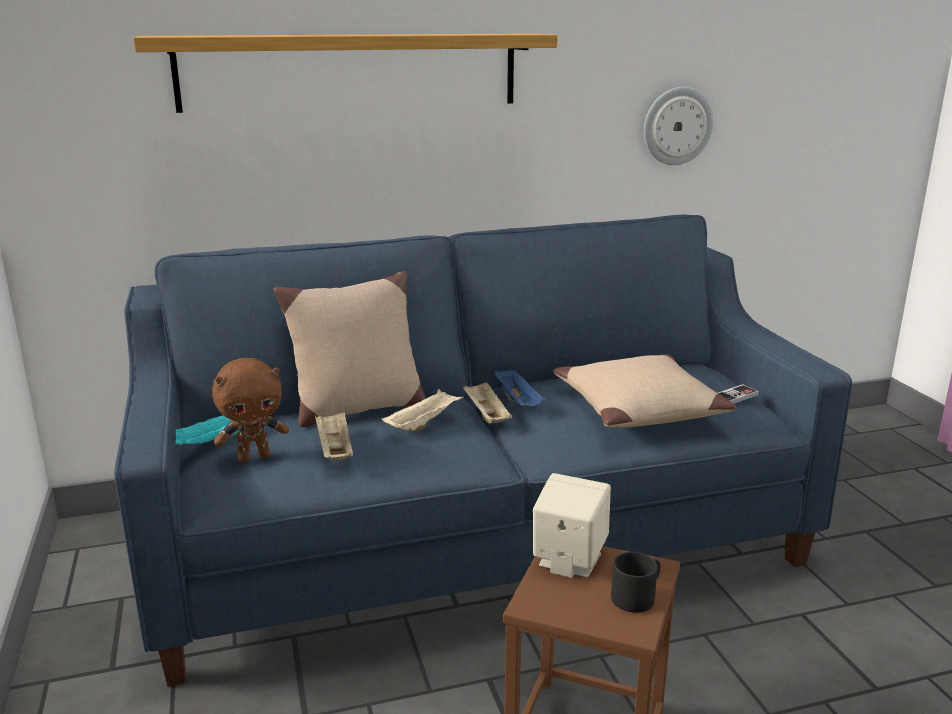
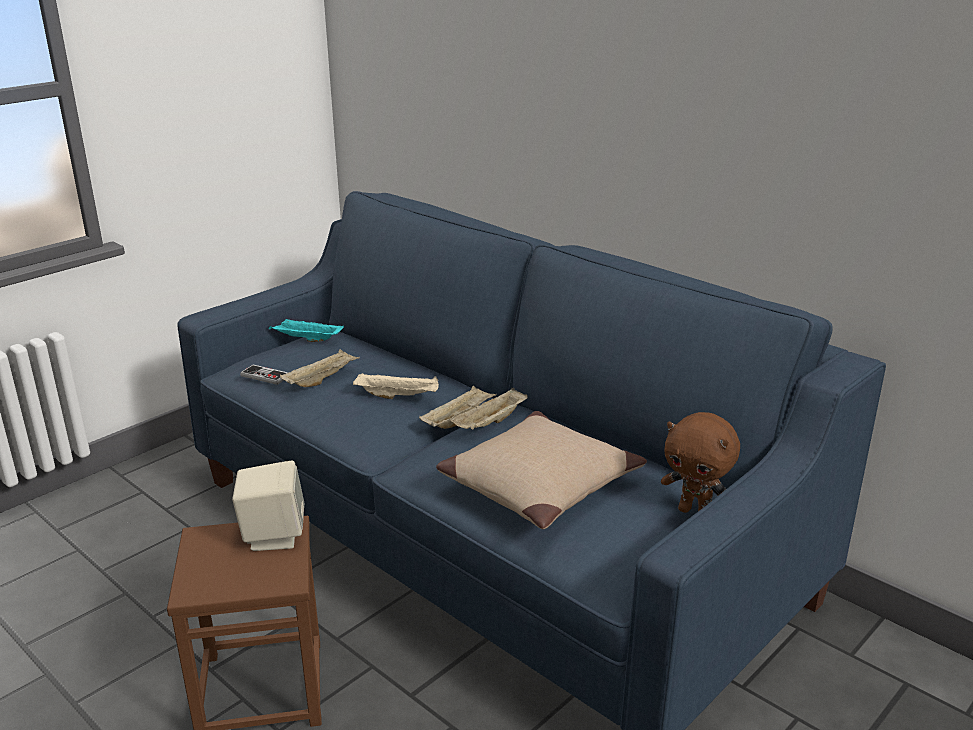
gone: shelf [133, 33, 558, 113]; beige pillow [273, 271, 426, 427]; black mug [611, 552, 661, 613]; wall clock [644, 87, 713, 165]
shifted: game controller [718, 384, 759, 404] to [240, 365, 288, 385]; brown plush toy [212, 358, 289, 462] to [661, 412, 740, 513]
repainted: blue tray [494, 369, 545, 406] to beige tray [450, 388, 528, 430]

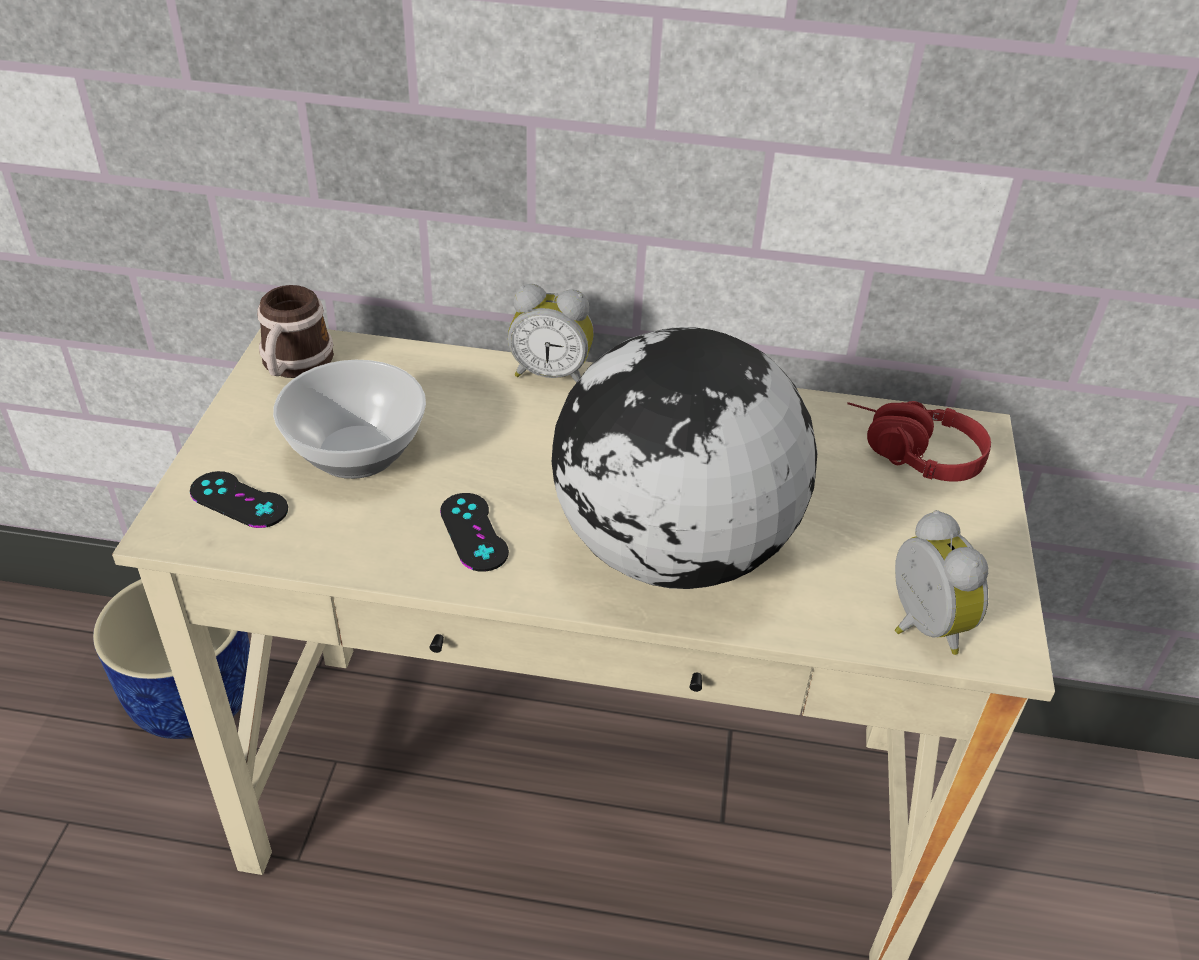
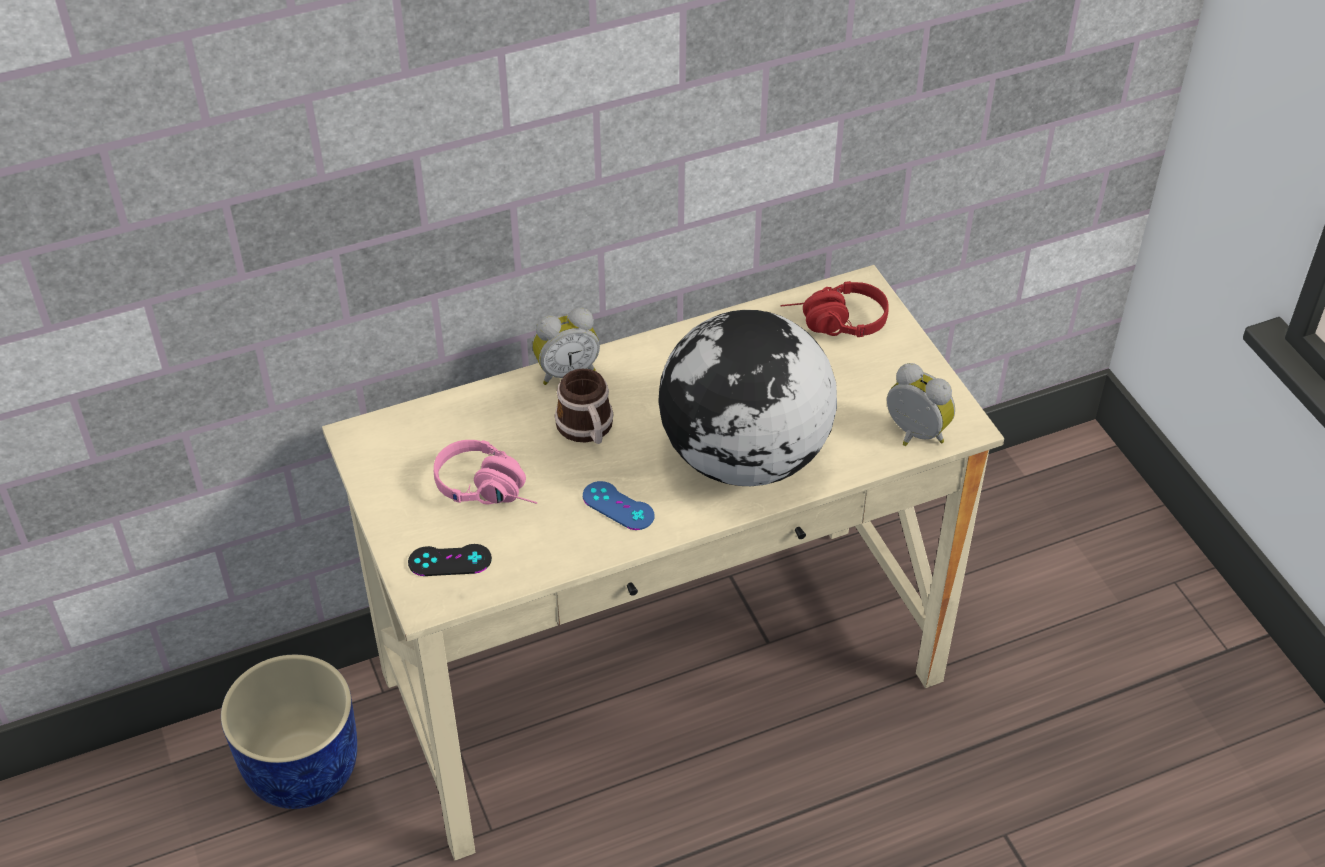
shifted: mug [257, 285, 334, 378] to [554, 369, 614, 444]
swapped: bowl [273, 360, 426, 479] to pink headphones [434, 440, 537, 504]
repainted: black game controller [440, 493, 509, 572] to blue game controller [583, 481, 654, 530]

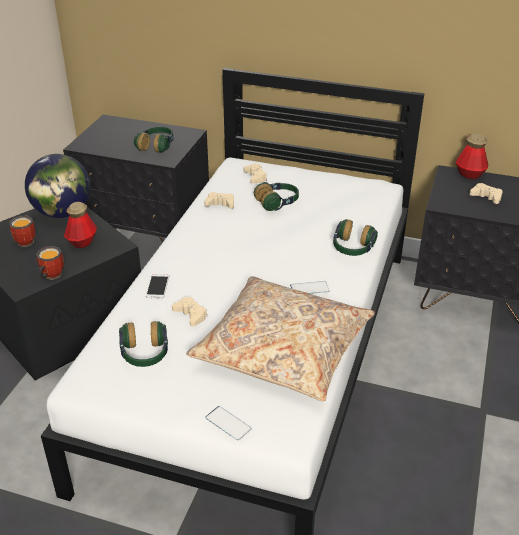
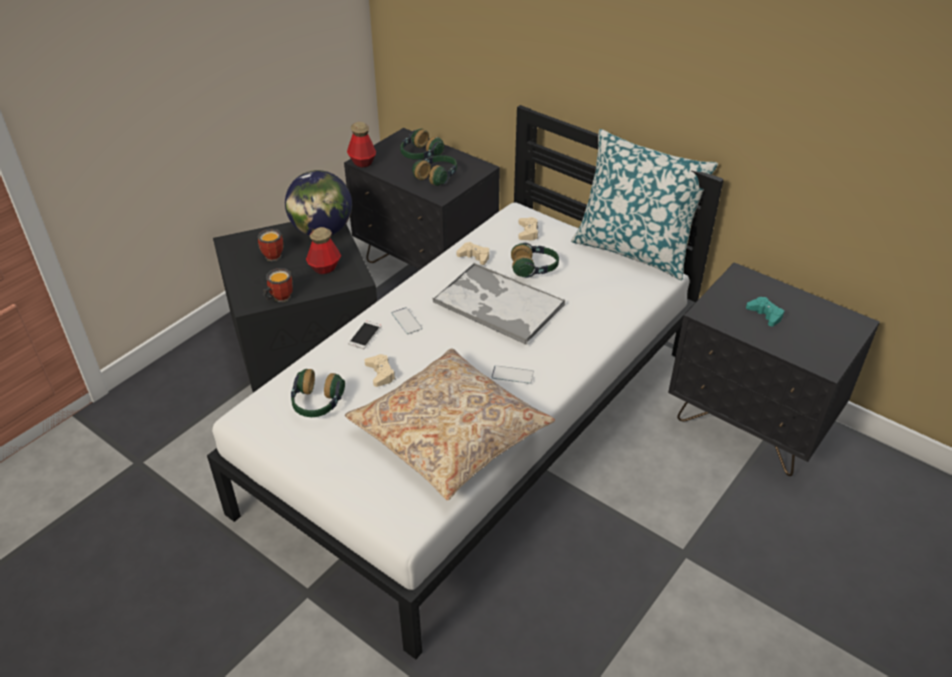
new: tray [433, 263, 565, 345]; pillow [571, 129, 718, 280]
shifted: bottle [456, 134, 488, 179] to [347, 122, 376, 167]; phone [205, 406, 252, 441] to [392, 307, 422, 334]; headphones [333, 219, 378, 256] to [400, 129, 444, 159]
repainted: beige game controller [470, 183, 503, 204] to turquoise game controller [746, 297, 784, 326]

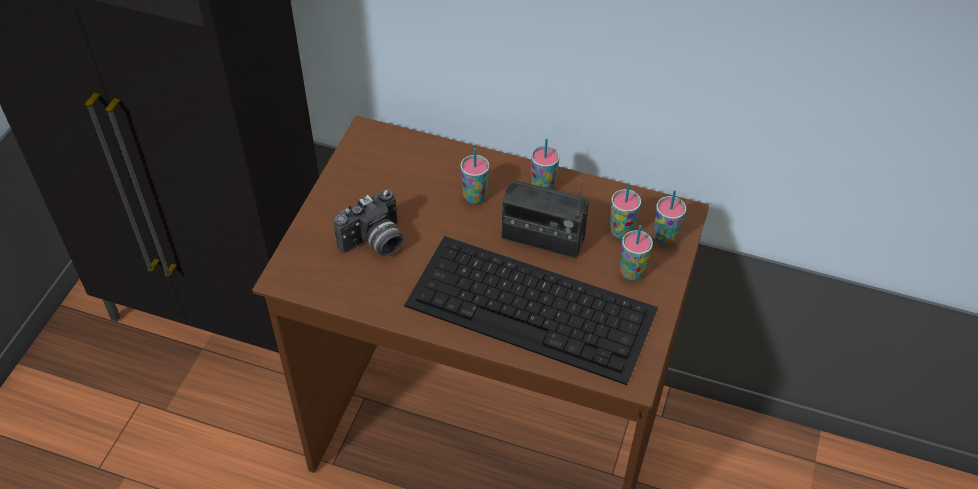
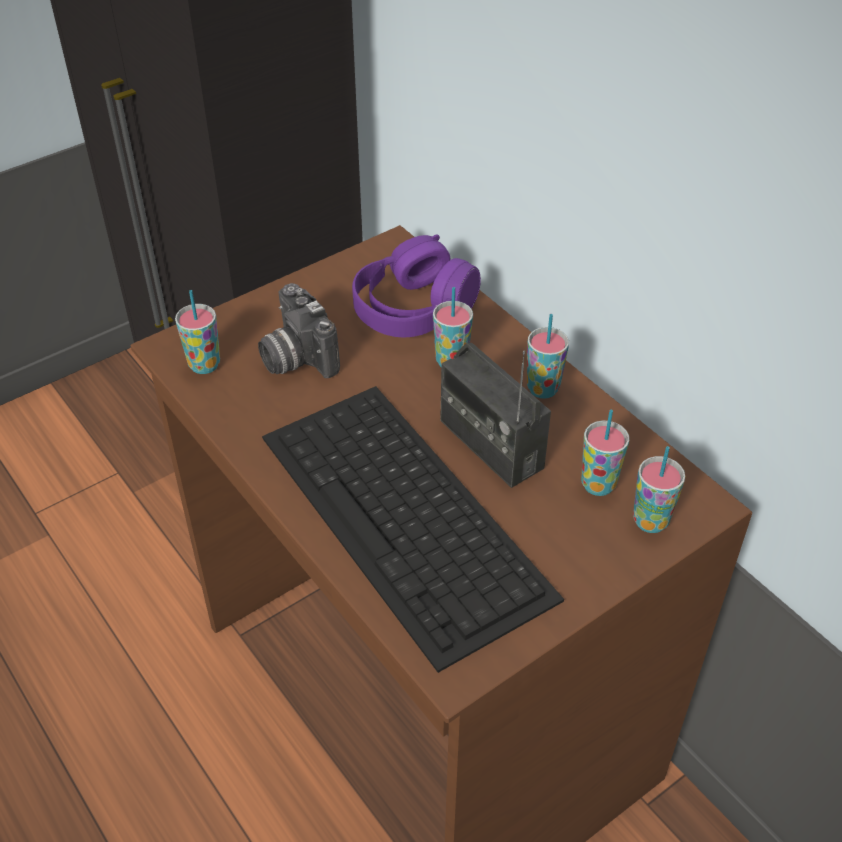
new: purple headphones [352, 235, 481, 337]
shifted: cup [620, 225, 653, 281] to [175, 290, 220, 374]
rotated: photo camera [333, 189, 403, 256] = [258, 283, 340, 378] 60 degrees clockwise

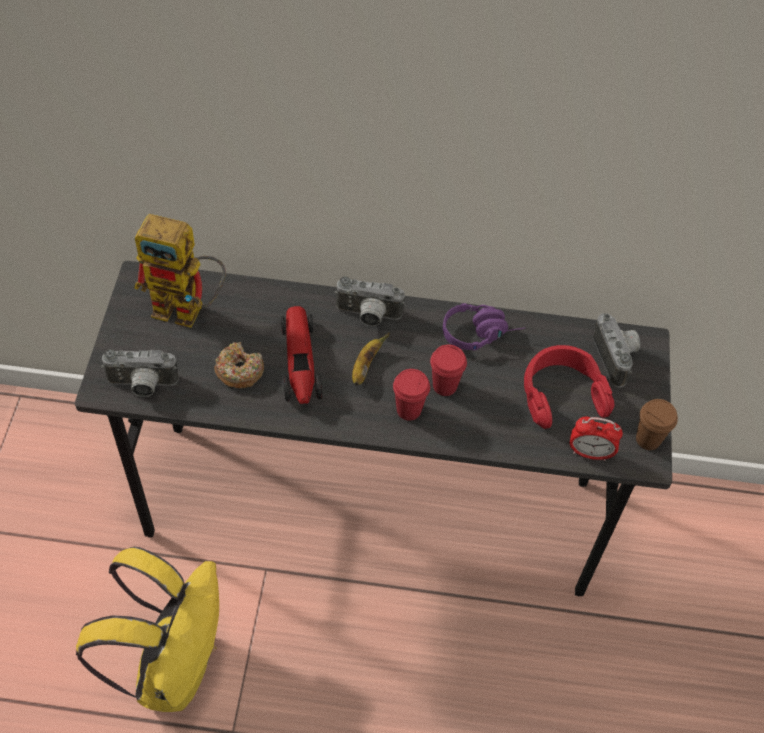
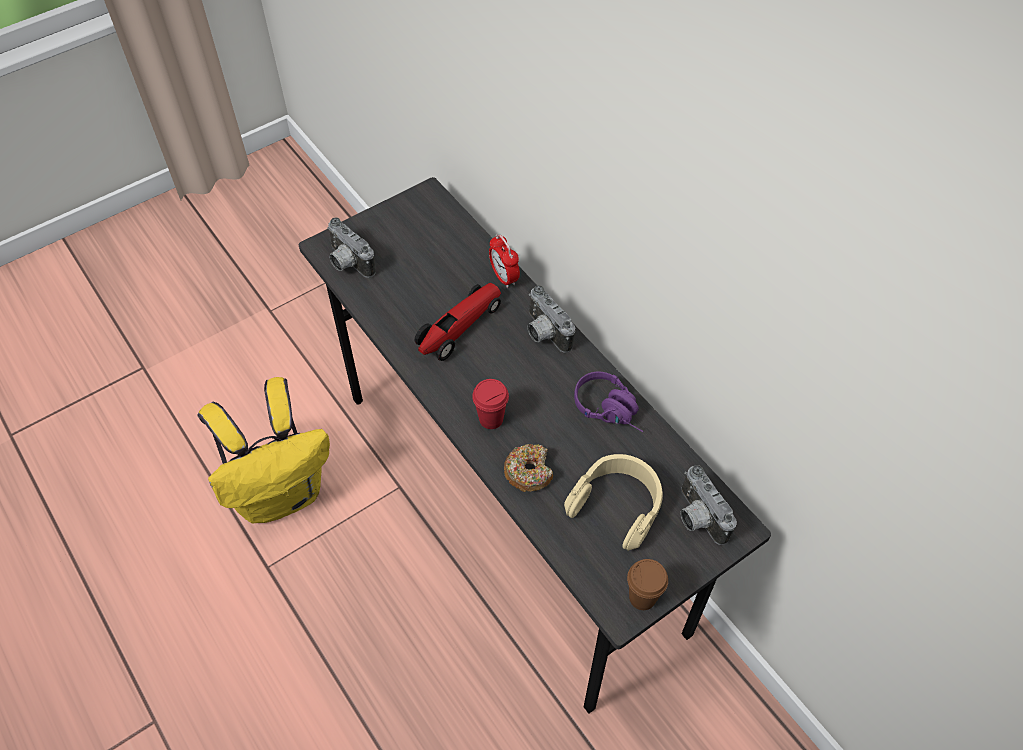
gone: toy robot [134, 214, 226, 328]; banana [352, 333, 389, 385]; red cup [430, 345, 467, 396]
shifted: alarm clock [570, 416, 623, 461] to [489, 234, 520, 288]; donut [214, 342, 264, 388] to [504, 444, 553, 492]
repainted: red headphones [524, 345, 614, 429] to beige headphones [564, 454, 663, 551]
rotated: photo camera [593, 313, 640, 387] = [680, 465, 737, 545] 120 degrees clockwise

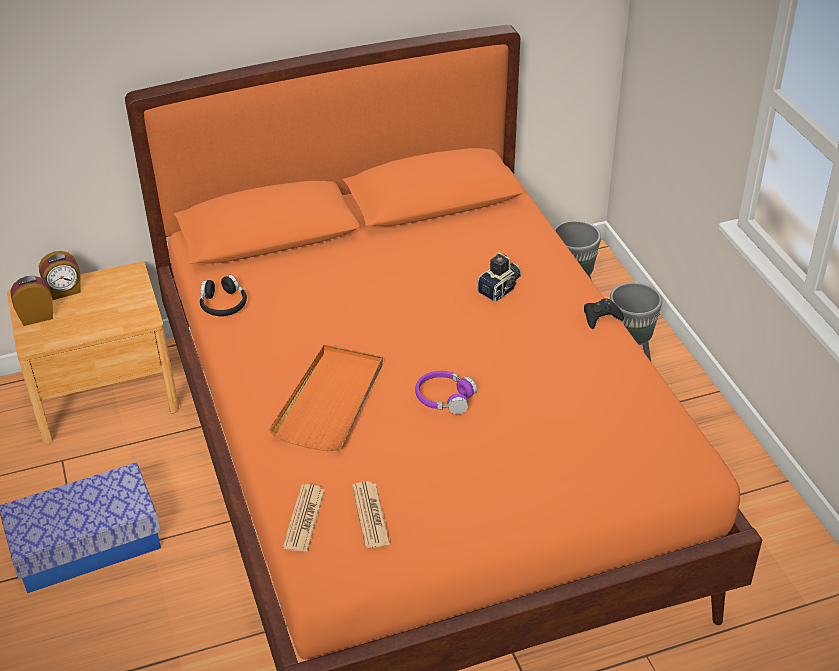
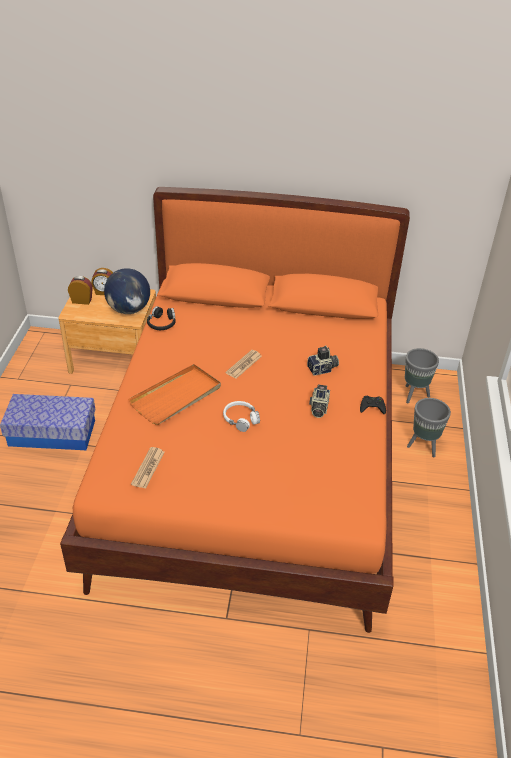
new: globe [104, 268, 150, 314]; photo camera [309, 384, 330, 418]
shifted: newspaper [283, 484, 325, 552] to [225, 350, 262, 379]
repainted: purple headphones [415, 371, 477, 414] to white headphones [223, 401, 260, 432]

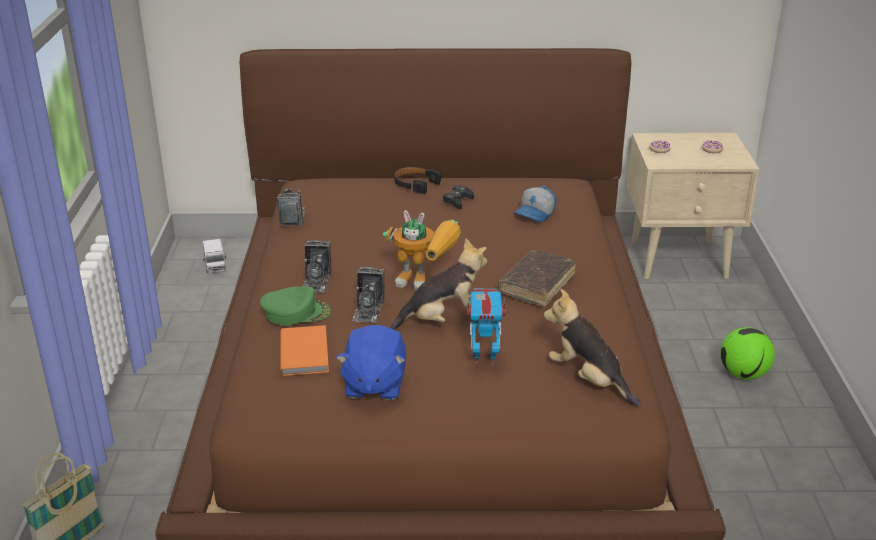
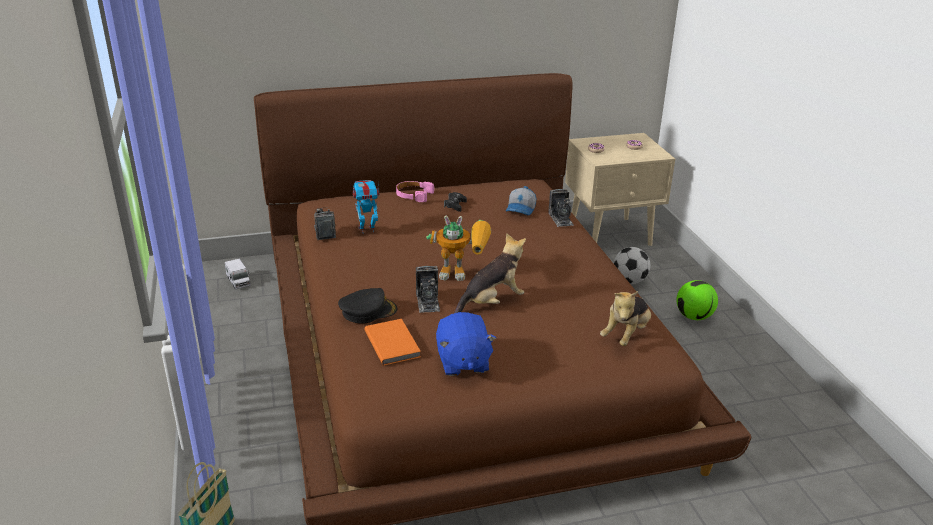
gone: brown book [498, 250, 576, 307]
new: football [614, 247, 650, 284]
shifted: toy robot [467, 289, 506, 367] to [353, 180, 379, 233]; photo camera [303, 240, 331, 293] to [548, 189, 573, 227]
repainted: green cap [260, 286, 331, 326] to black cap [338, 288, 397, 324]; black headphones [395, 167, 441, 194] to pink headphones [396, 181, 434, 202]
rotated: plush toy [544, 289, 641, 406] = [600, 291, 651, 346] 90 degrees counterclockwise

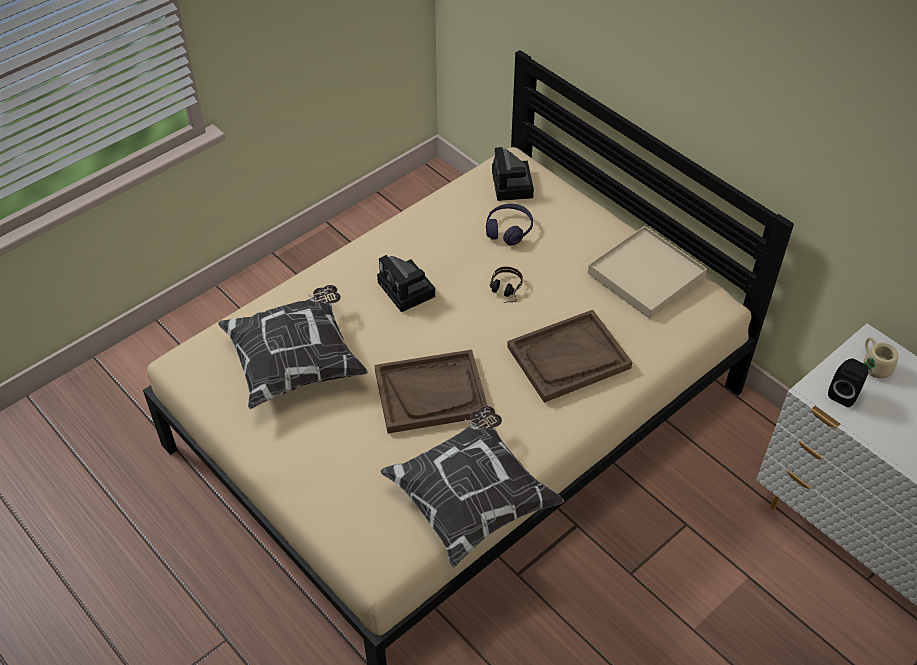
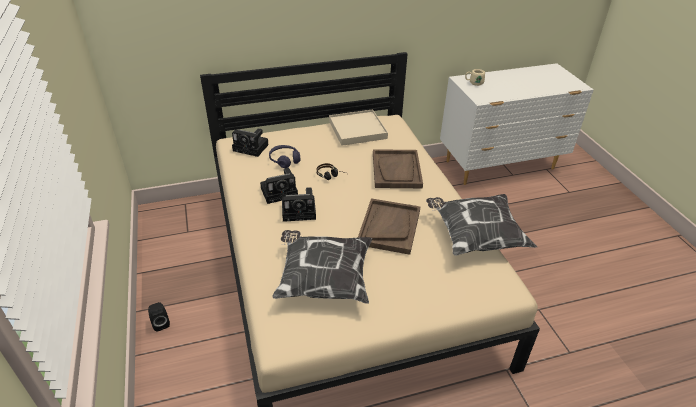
new: photo camera [260, 168, 298, 204]
shifted: black speaker [828, 358, 869, 407] to [148, 302, 170, 332]

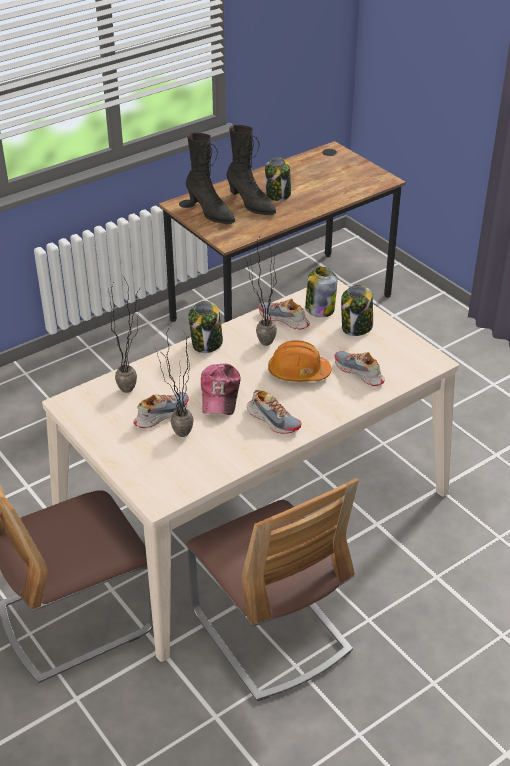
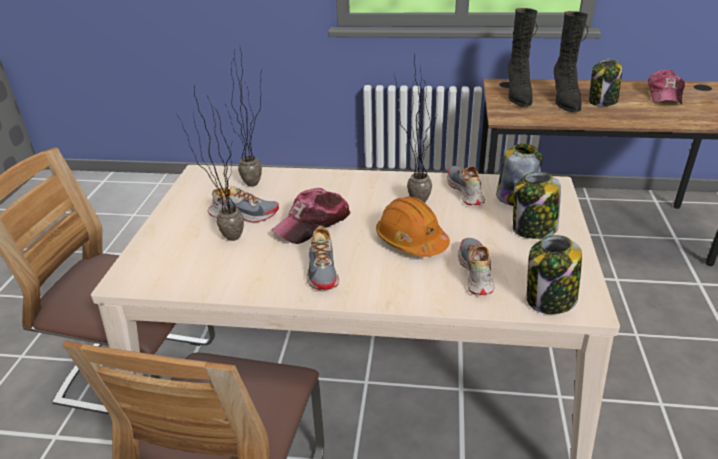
new: cap [648, 69, 685, 105]
shifted: jar [189, 301, 223, 353] to [527, 235, 582, 314]

